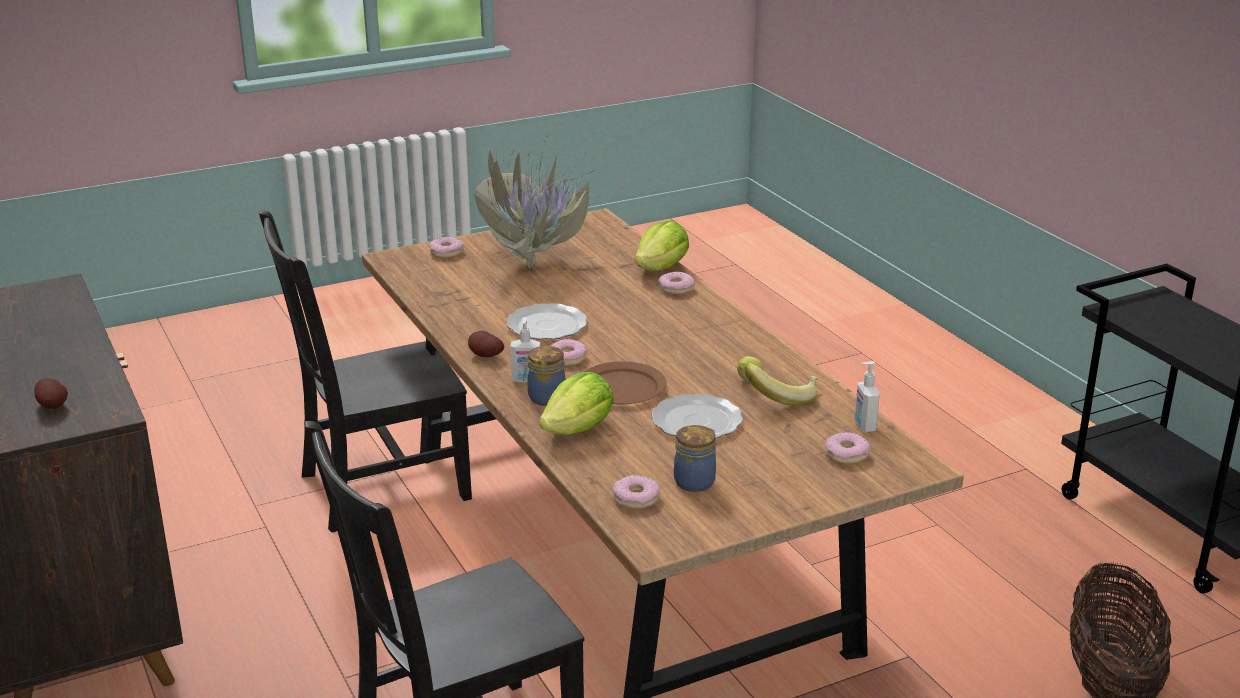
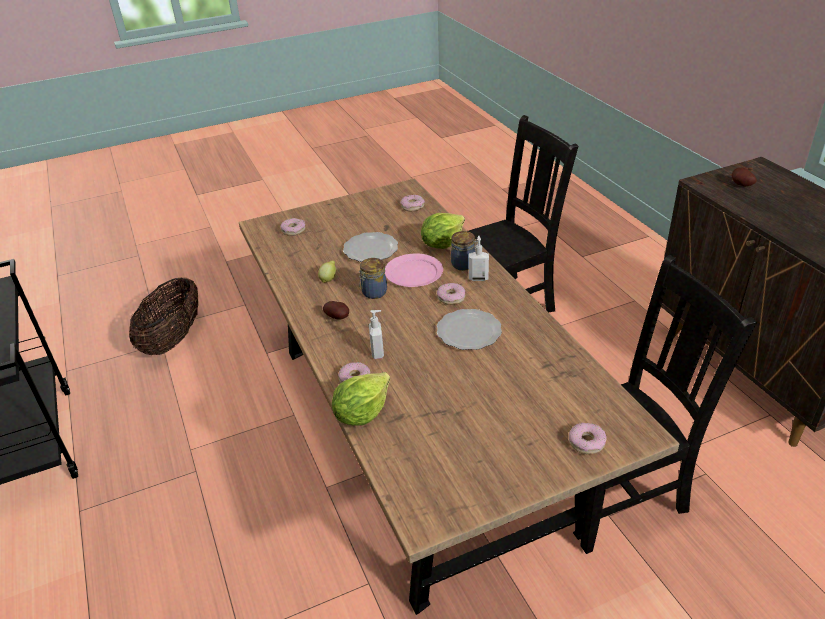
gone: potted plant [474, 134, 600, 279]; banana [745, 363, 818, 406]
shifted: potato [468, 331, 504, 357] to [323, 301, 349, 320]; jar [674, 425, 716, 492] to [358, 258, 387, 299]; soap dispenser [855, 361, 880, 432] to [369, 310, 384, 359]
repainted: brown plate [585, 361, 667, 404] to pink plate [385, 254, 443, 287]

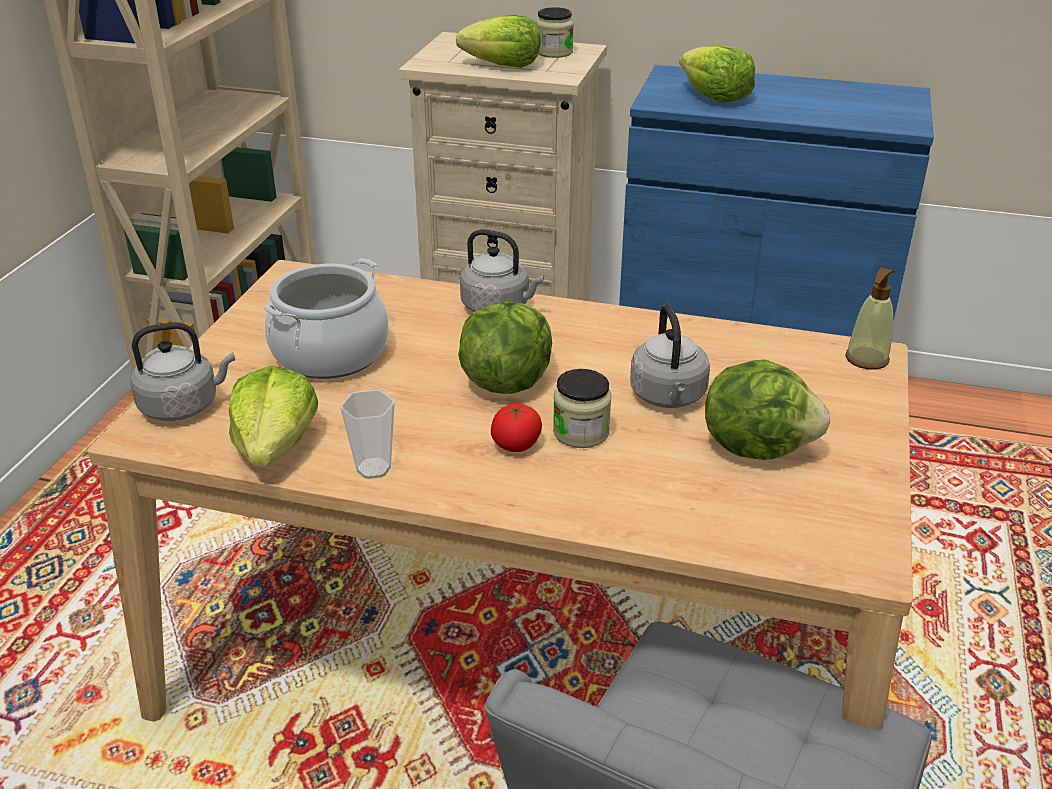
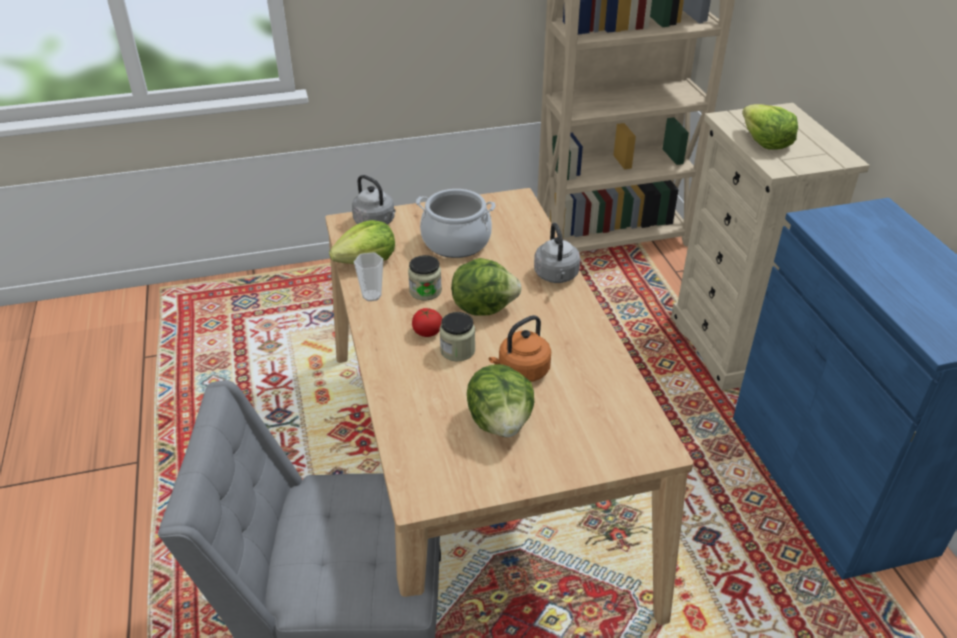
gone: lettuce [679, 46, 755, 103]; soap dispenser [845, 267, 895, 370]
shifted: jar [536, 7, 574, 58] to [408, 255, 442, 300]
repainted: grey kettle [630, 304, 710, 408] to orange kettle [489, 315, 551, 382]

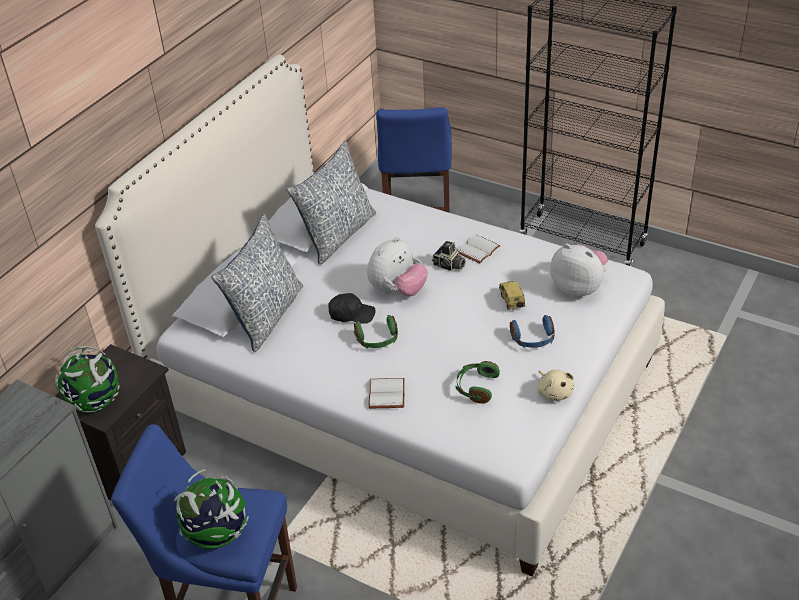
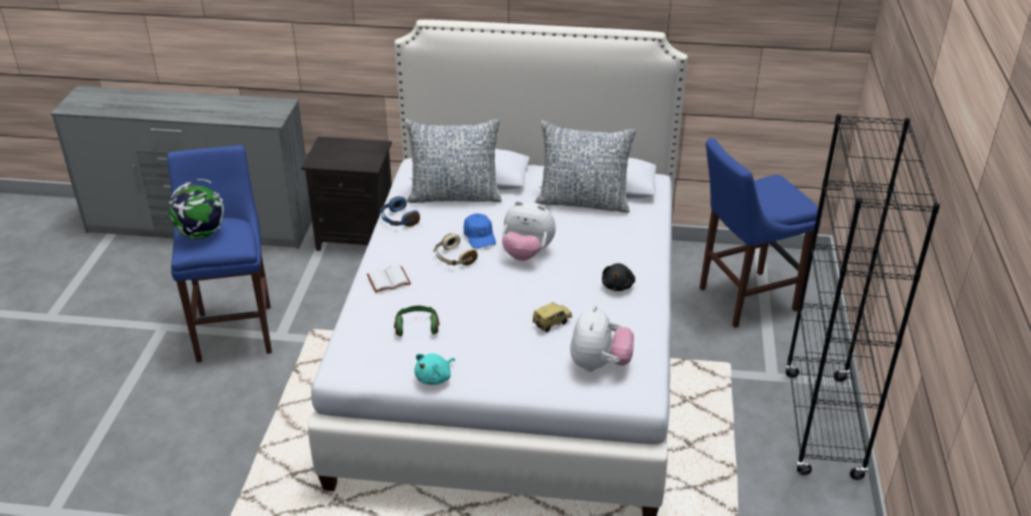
gone: globe [55, 346, 120, 412]; photo camera [432, 241, 466, 271]
shifted: blue headphones [510, 315, 555, 348] to [379, 196, 420, 227]
swapped: white book [457, 234, 501, 263] to black plush toy [602, 263, 635, 291]
repainted: beige plush toy [537, 370, 574, 401] to turquoise plush toy [414, 353, 455, 385]; green headphones [354, 315, 398, 348] to beige headphones [434, 233, 478, 265]; black cap [328, 293, 375, 324] to blue cap [464, 214, 496, 248]

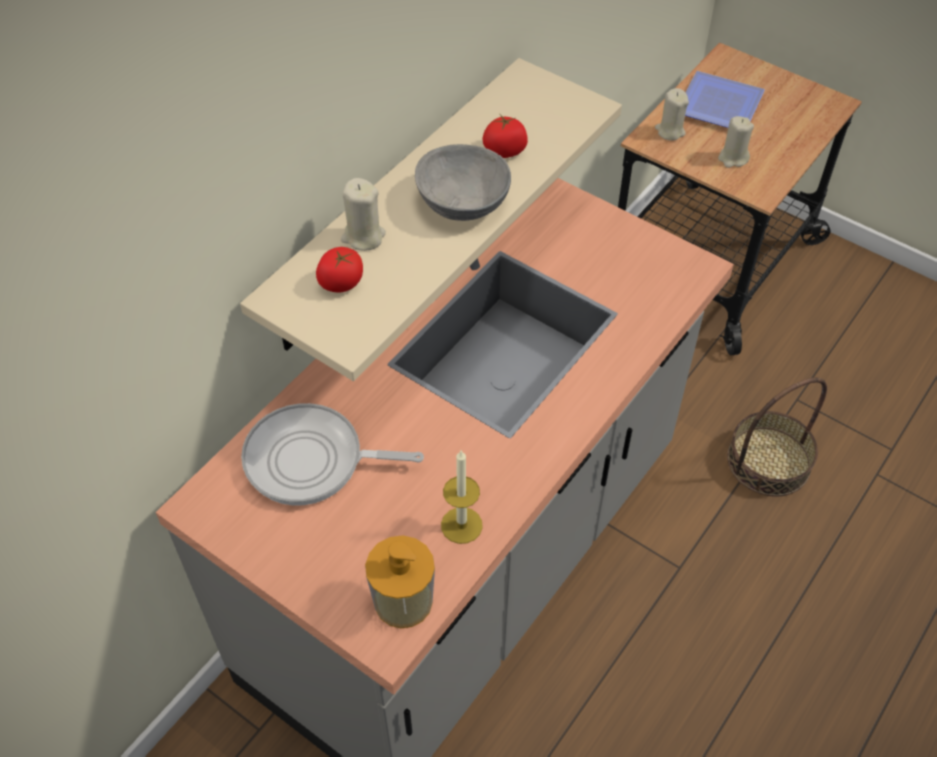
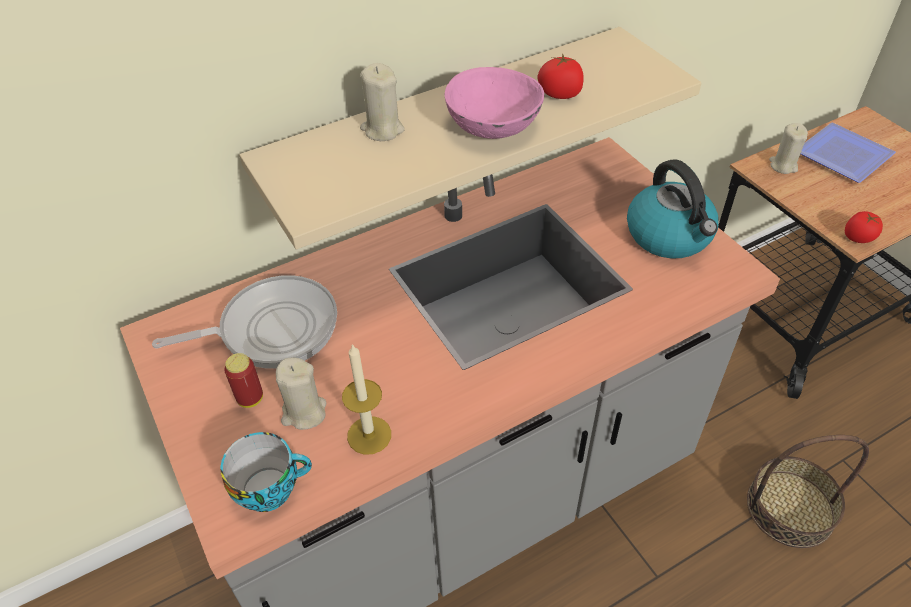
new: can [224, 353, 263, 408]; kettle [627, 159, 719, 258]
shifted: beige candle [718, 116, 754, 168] to [276, 358, 326, 430]; tomato [316, 247, 363, 292] to [845, 211, 883, 243]
swapped: soap dispenser [365, 535, 435, 628] to cup [221, 432, 312, 512]
repainted: grey bowl [415, 144, 511, 221] to pink bowl [445, 67, 544, 139]
rotated: frying pan [241, 403, 424, 506] = [152, 275, 337, 369] 135 degrees clockwise

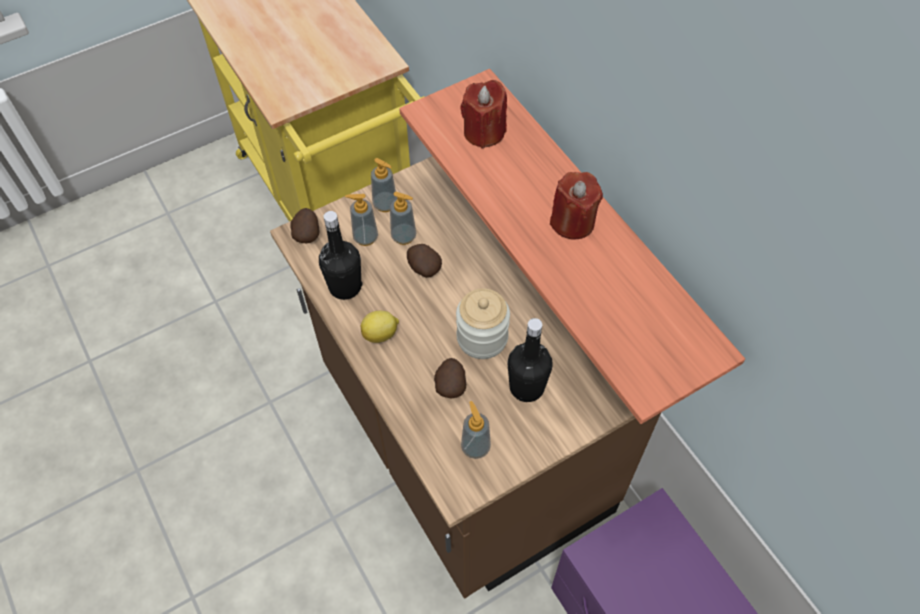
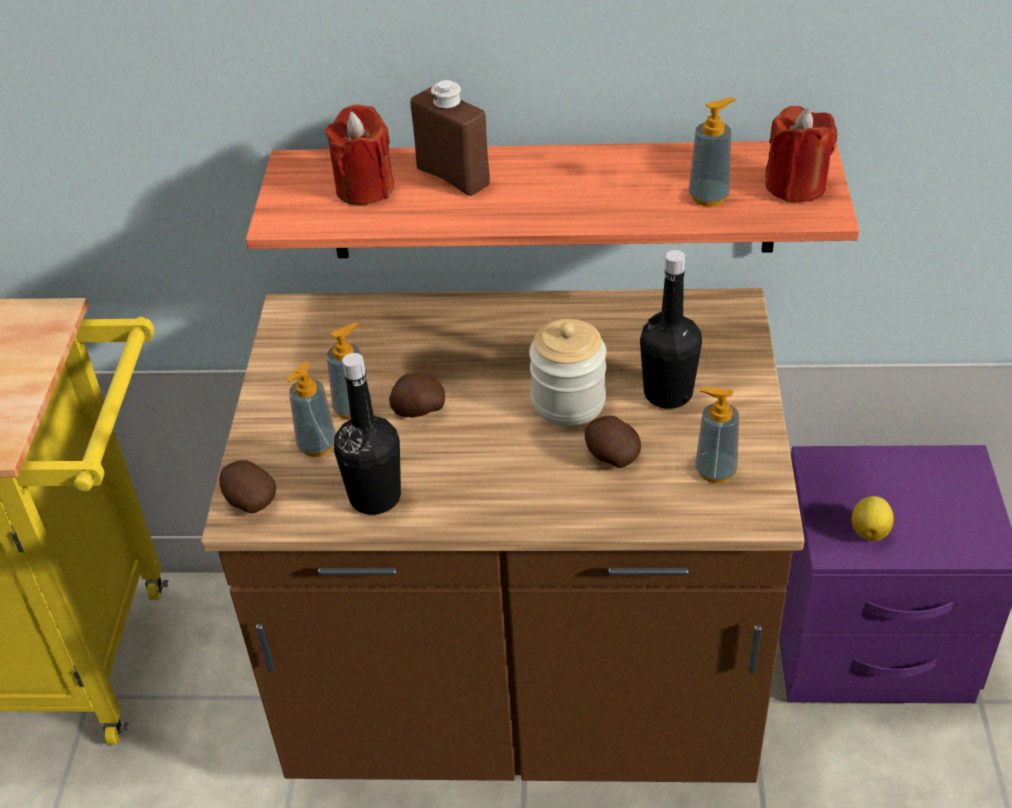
new: brown bottle [410, 80, 490, 196]
shifted: soap dispenser [371, 158, 397, 212] to [689, 98, 736, 207]; red candle [550, 172, 603, 240] to [765, 106, 837, 202]; lemon [361, 311, 399, 343] to [852, 496, 894, 541]

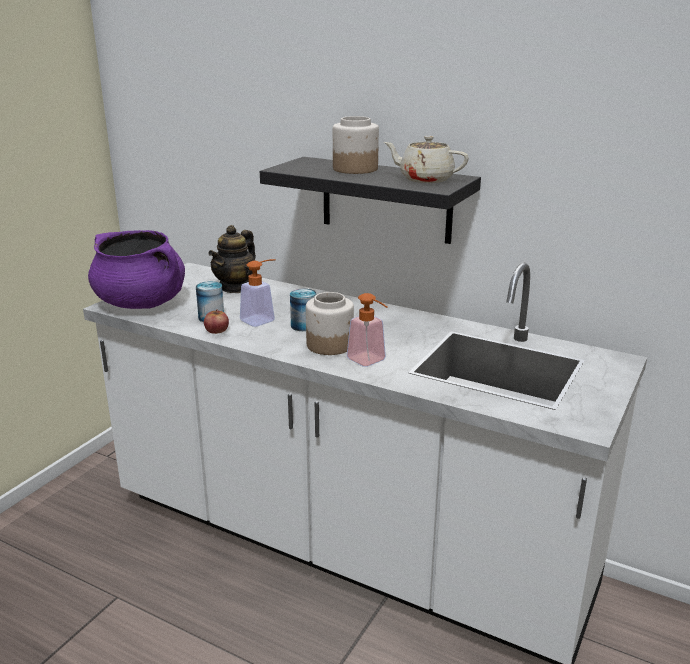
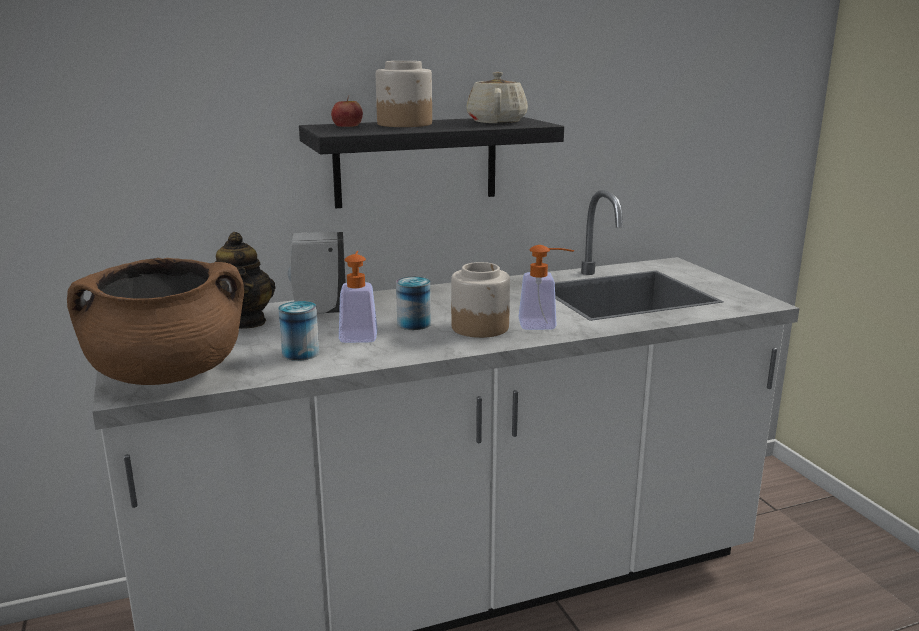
new: white soap dispenser [287, 232, 346, 314]
shifted: apple [204, 310, 229, 334] to [331, 96, 363, 127]
repainted: purple cooking pot [88, 230, 185, 309] to brown cooking pot [67, 258, 244, 385]
rotated: beige teapot [384, 136, 469, 183] = [466, 72, 528, 123] 120 degrees clockwise

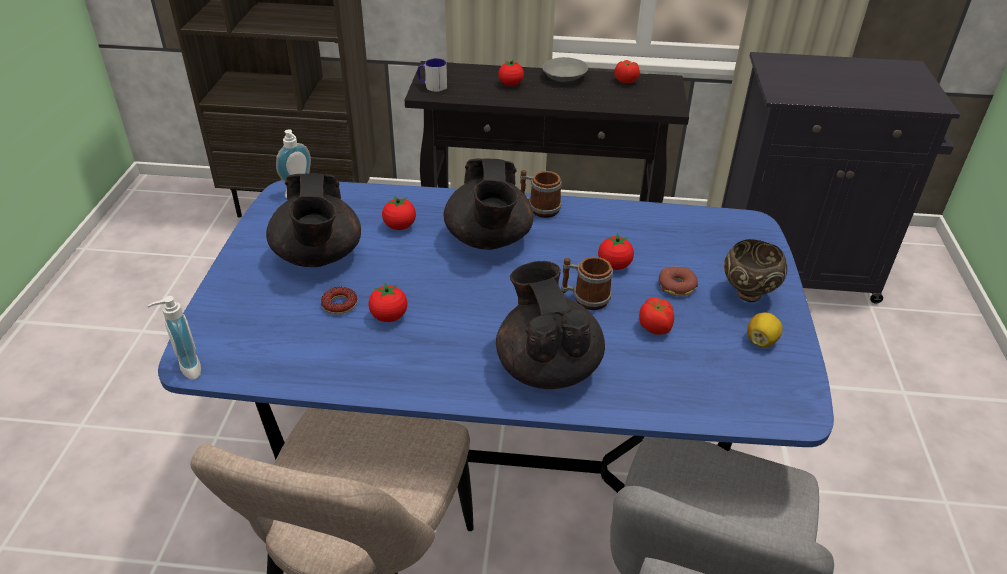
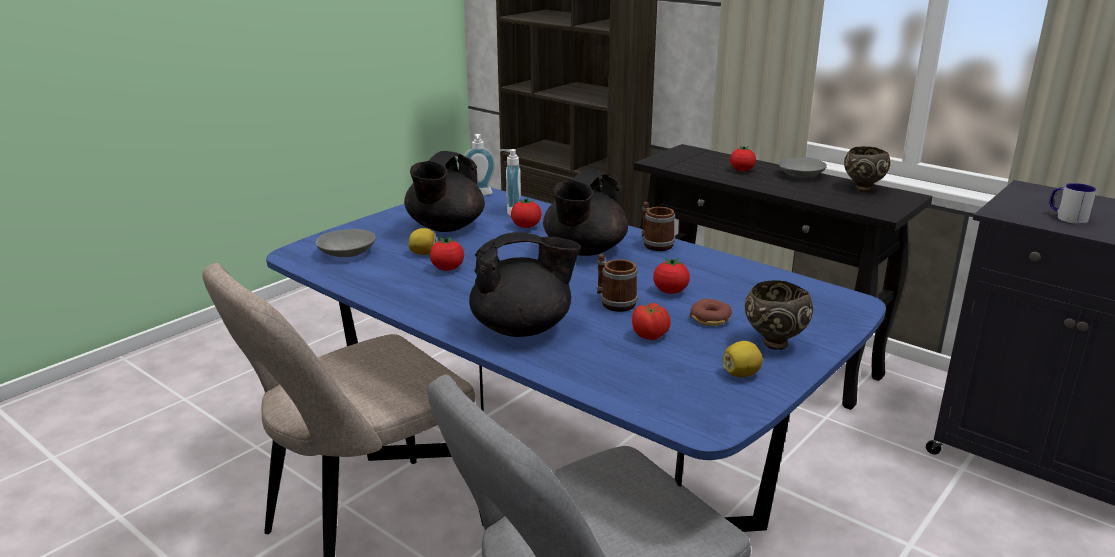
new: grey bowl [315, 229, 376, 257]
shifted: soap dispenser [148, 296, 201, 380] to [499, 149, 521, 216]; mug [417, 58, 447, 92] to [1049, 183, 1096, 224]
swapped: donut [321, 287, 357, 314] to lemon [409, 228, 437, 255]; tomato [614, 60, 640, 83] to brown bowl [844, 147, 890, 192]
rotated: black teapot [496, 261, 605, 389] = [469, 232, 581, 337] 60 degrees clockwise

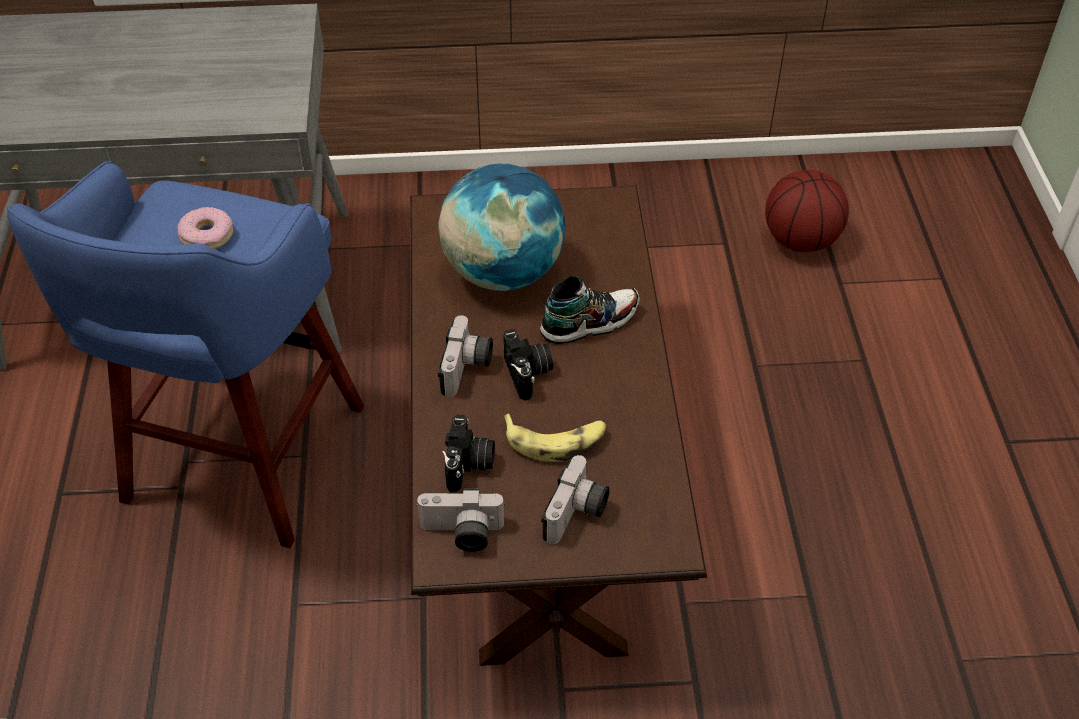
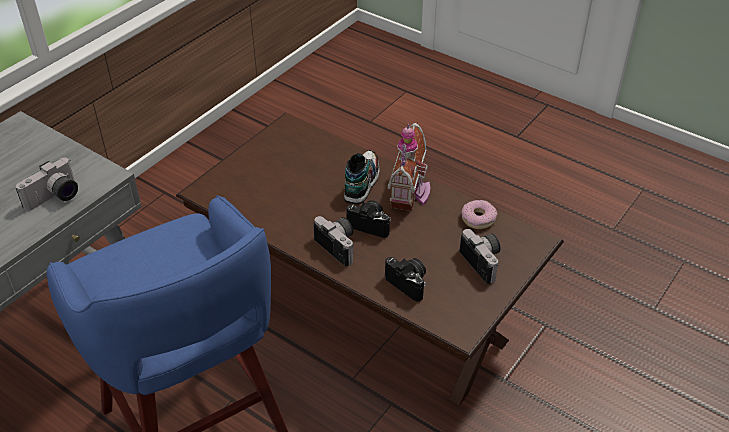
gone: globe [438, 163, 565, 291]; banana [503, 413, 606, 462]; basketball [765, 170, 849, 252]
new: toy house [388, 119, 430, 211]
shifted: photo camera [416, 488, 505, 552] to [16, 158, 78, 211]; donut [177, 207, 233, 249] to [462, 200, 497, 229]

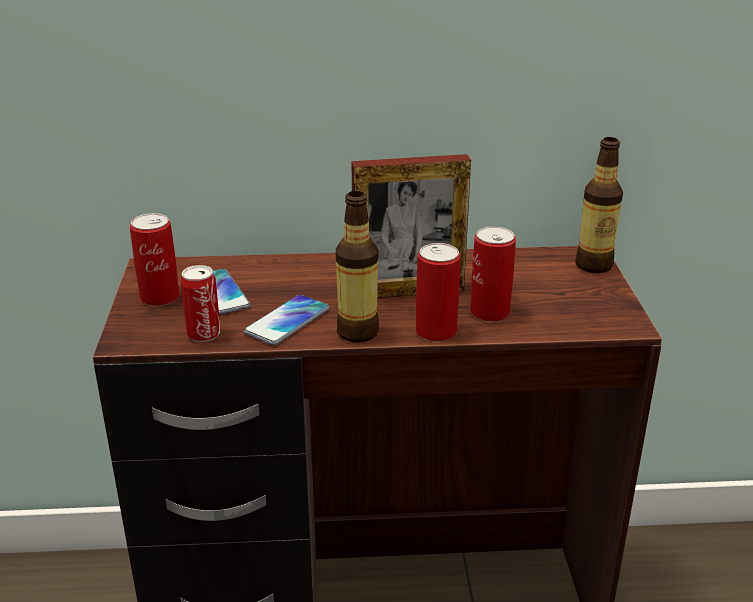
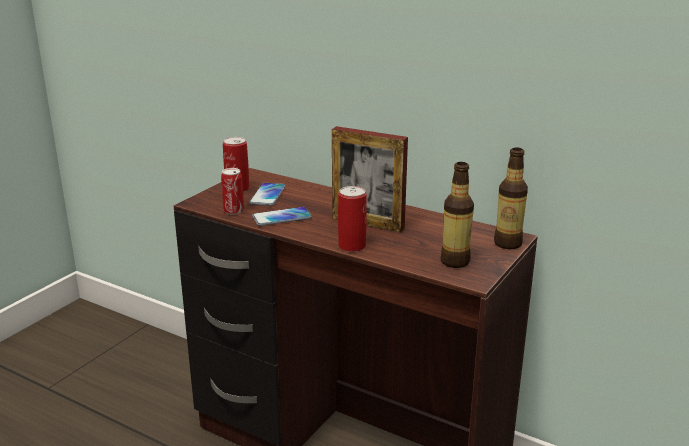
gone: can [470, 226, 516, 322]
shifted: bottle [336, 191, 379, 343] to [441, 162, 474, 268]

